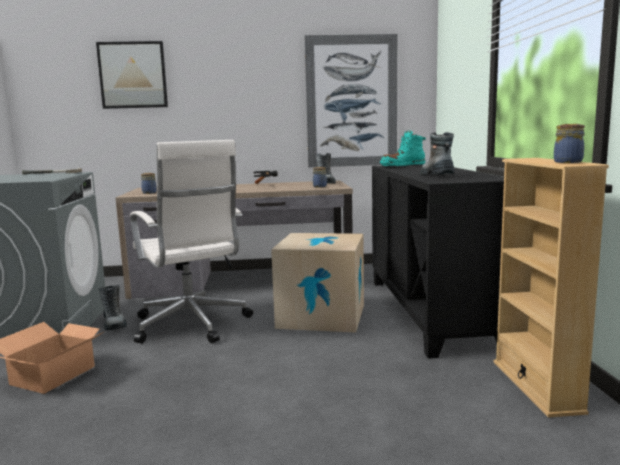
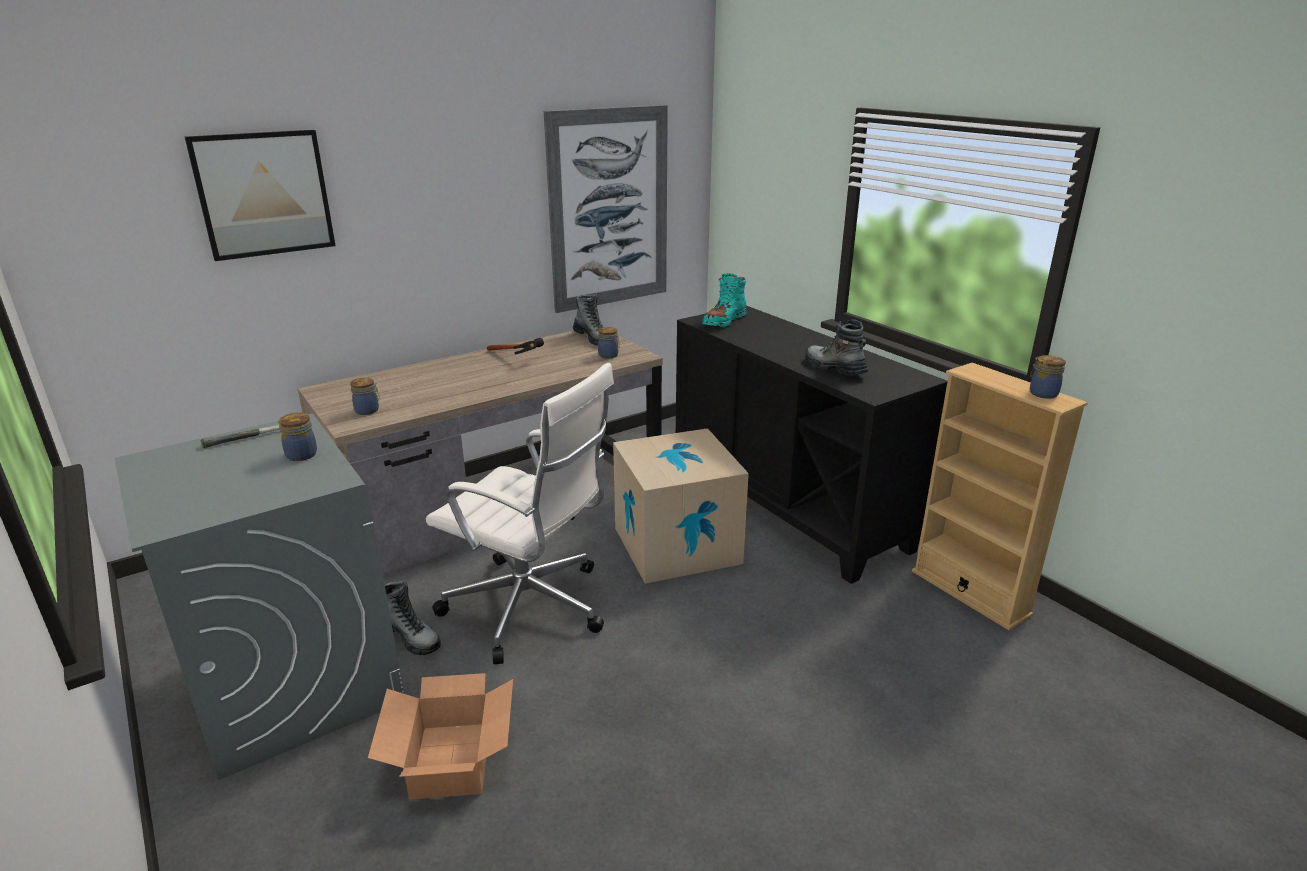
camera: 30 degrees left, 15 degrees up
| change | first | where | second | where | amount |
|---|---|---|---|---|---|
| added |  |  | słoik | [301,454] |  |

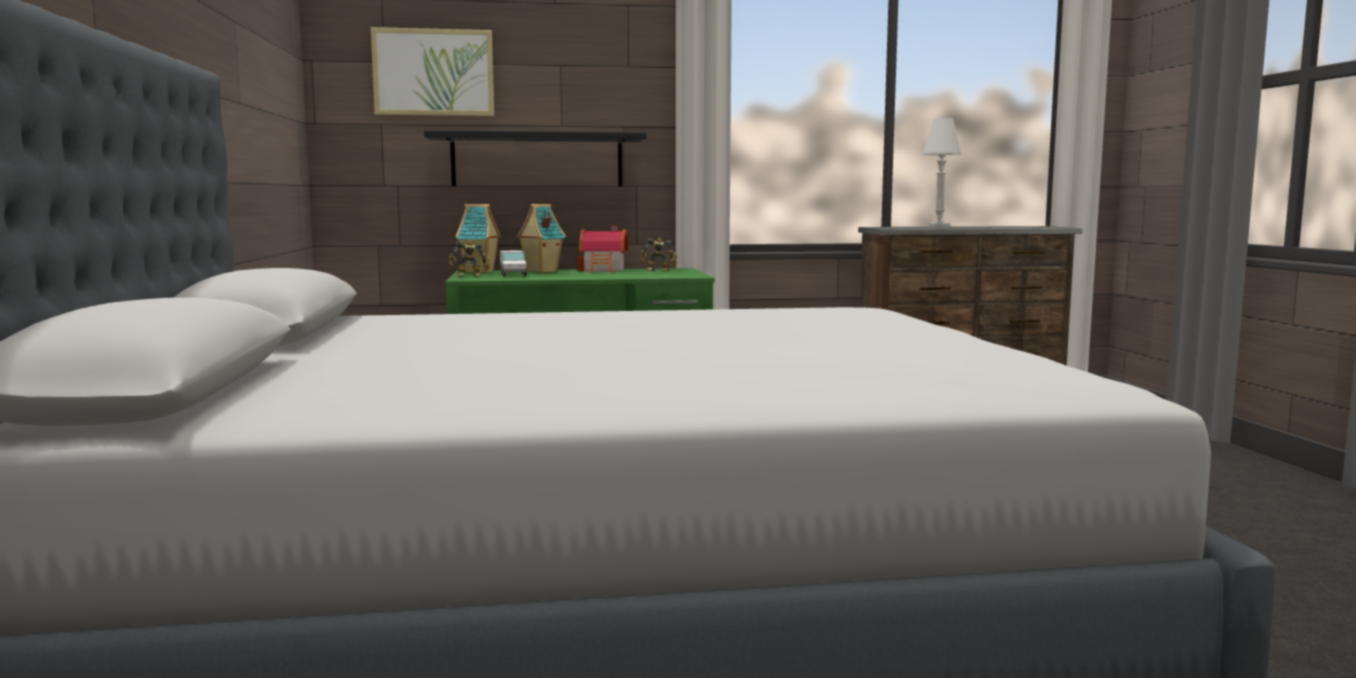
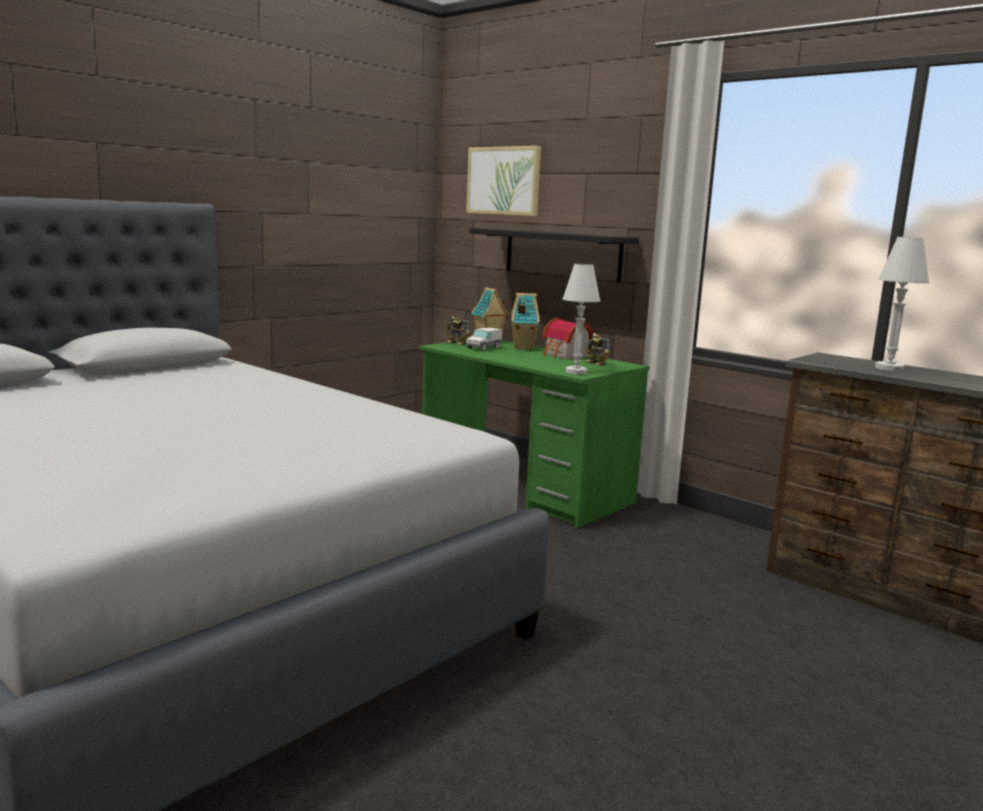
camera: 50 degrees right, 5 degrees up
| change | first | where | second | where | amount |
|---|---|---|---|---|---|
| added |  |  | lampa stołowa/biały | [576,372] |  |

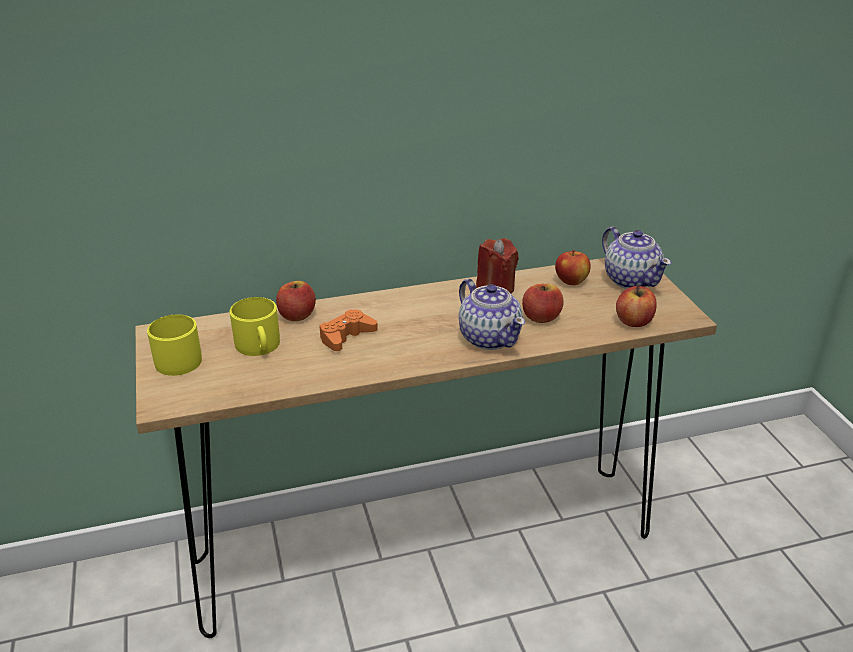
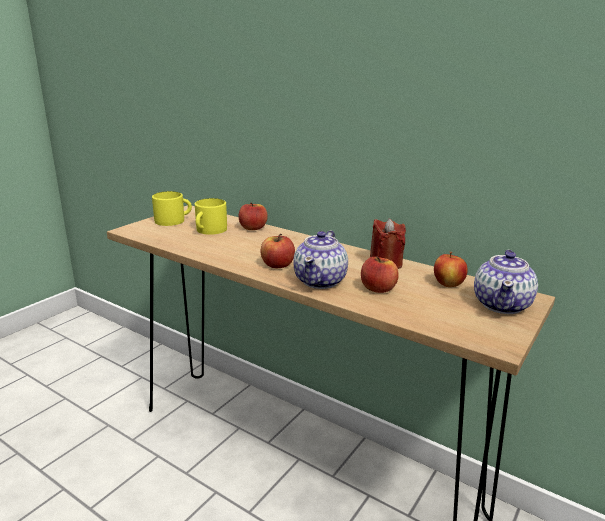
camera: 50 degrees right, 10 degrees down
| change | first | where | second | where | amount |
|---|---|---|---|---|---|
| moved | jabłko | [634,321] |  | [277,265] |  |
| removed | pad do gier/pomarańczowy | [346,336] |  |  |  |

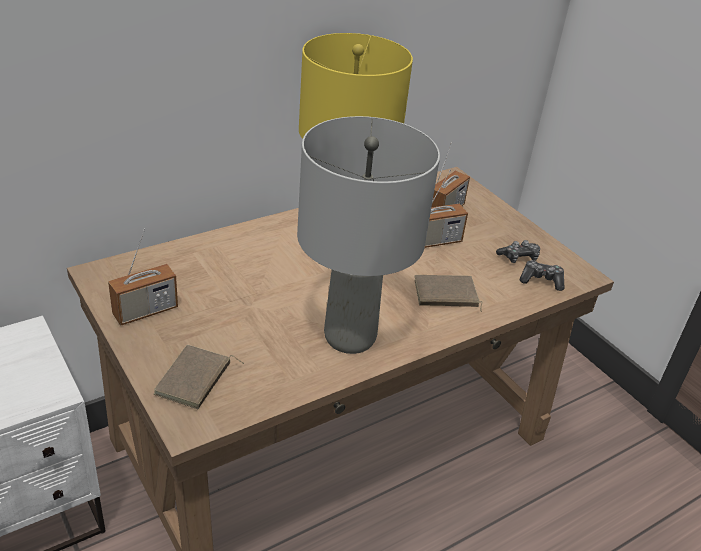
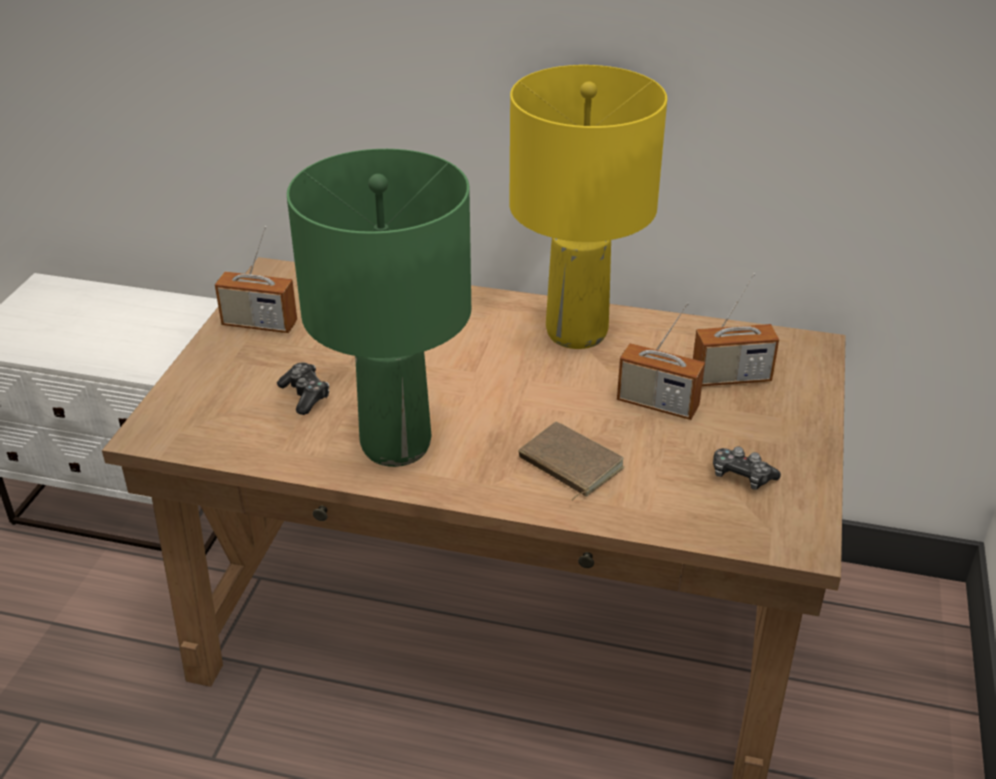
camera: 50 degrees right, 0 degrees up
| change | first | where | second | where | amount |
|---|---|---|---|---|---|
| recoloured | lampa stołowa/szary | [350,338] | lampa stołowa/zielony | [395,446] |  |
| moved | pad do gier | [541,280] |  | [305,395] |  |
| removed | książka/brązowy | [195,380] |  |  |  |

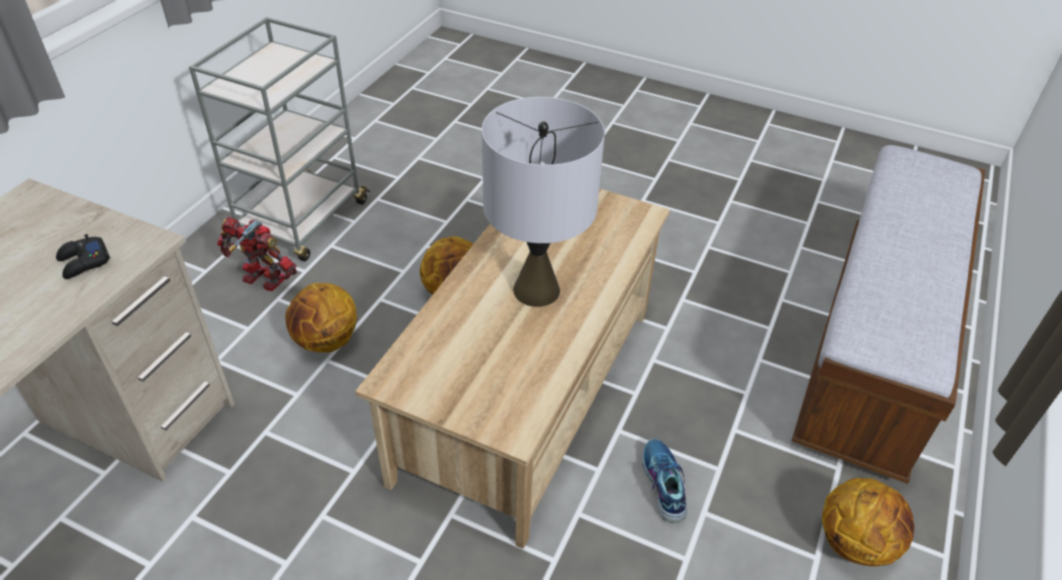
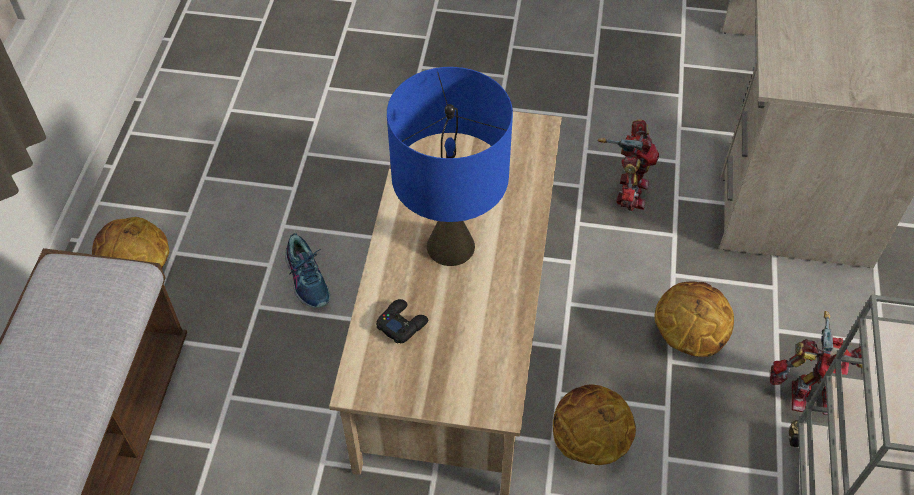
camera: 165 degrees right, 10 degrees up
| change | first | where | second | where | amount |
|---|---|---|---|---|---|
| recoloured | lampa stołowa/szary | [537,290] | lampa stołowa/niebieski | [450,246] |  |
| moved | pad do gier/czarny | [84,262] |  | [402,324] |  |
| added |  |  | robot zabawkowy | [628,192] |  |

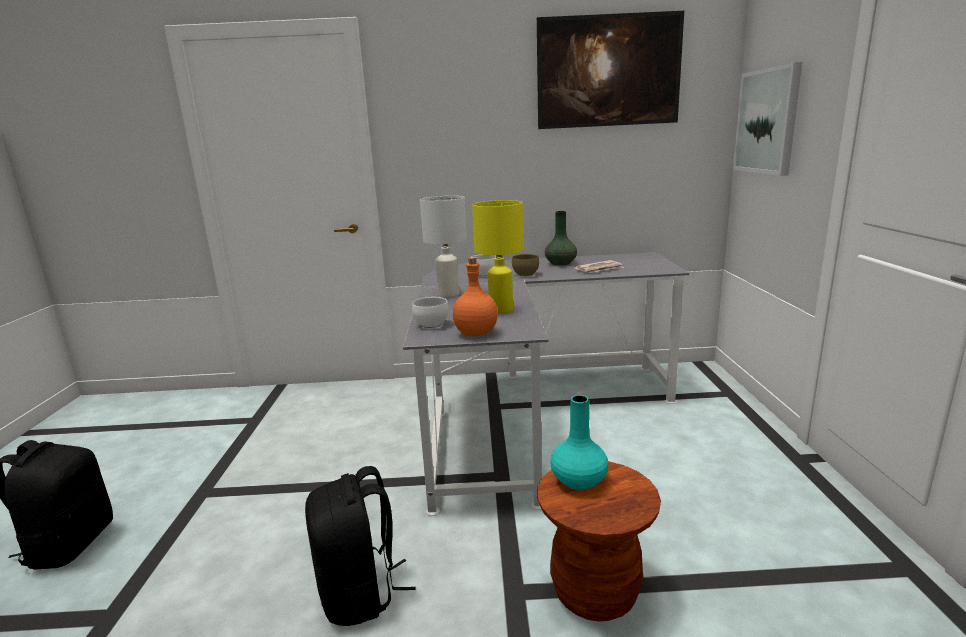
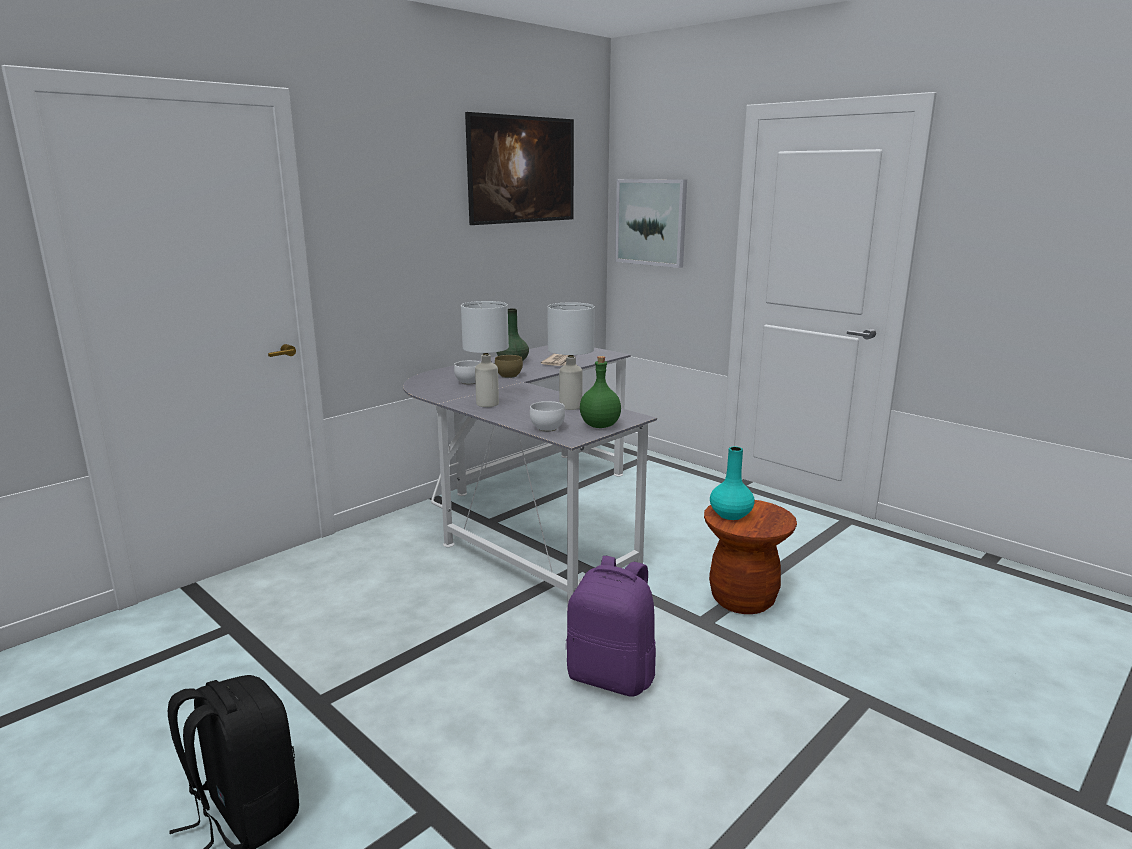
camera: 45 degrees left, 0 degrees up
| change | first | where | second | where | amount |
|---|---|---|---|---|---|
| recoloured | lampa stołowa/żółty | [500,310] | lampa stołowa/biały | [570,406] |  |
| recoloured | butelka/pomarańczowy | [475,333] | butelka/zielony | [600,426] |  |
| recoloured | plecak/czarny | [360,593] | plecak/fioletowy | [612,676] |  |

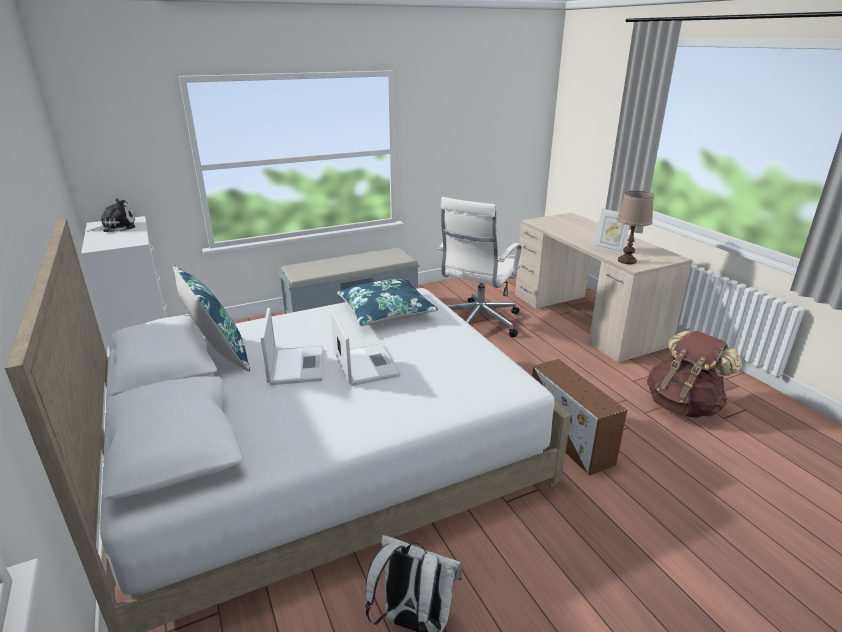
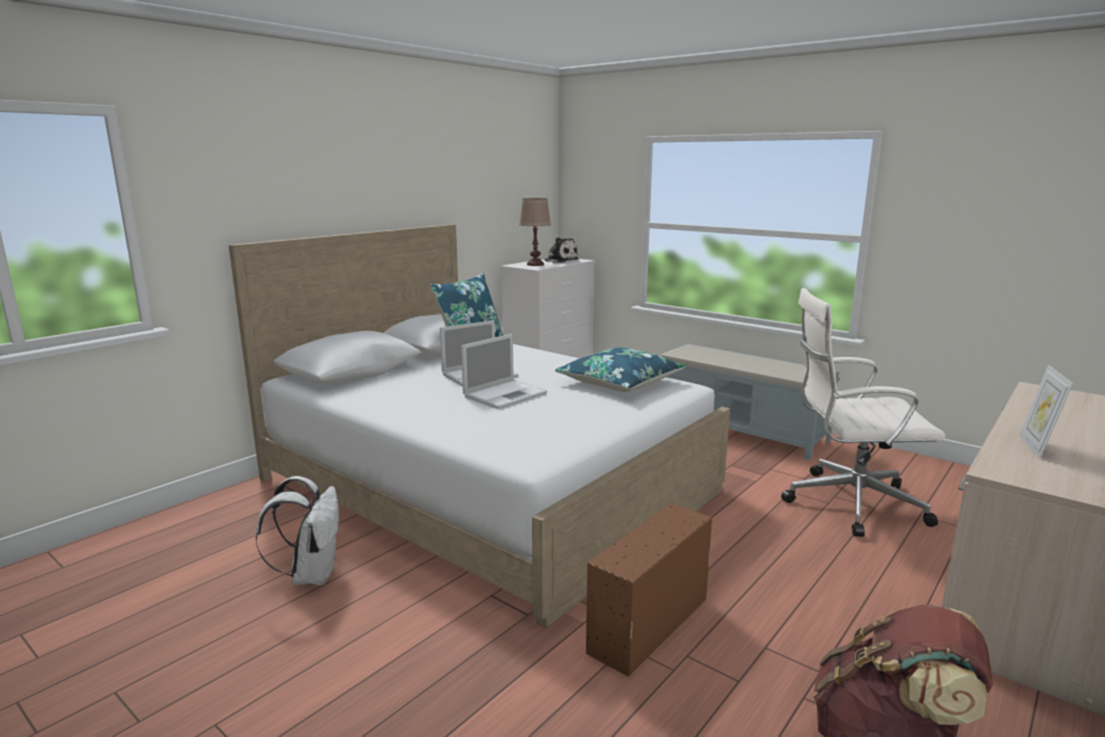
camera: 65 degrees right, 10 degrees down
| change | first | where | second | where | amount |
|---|---|---|---|---|---|
| moved | lampa stołowa/brązowy | [626,261] |  | [535,264] |  |

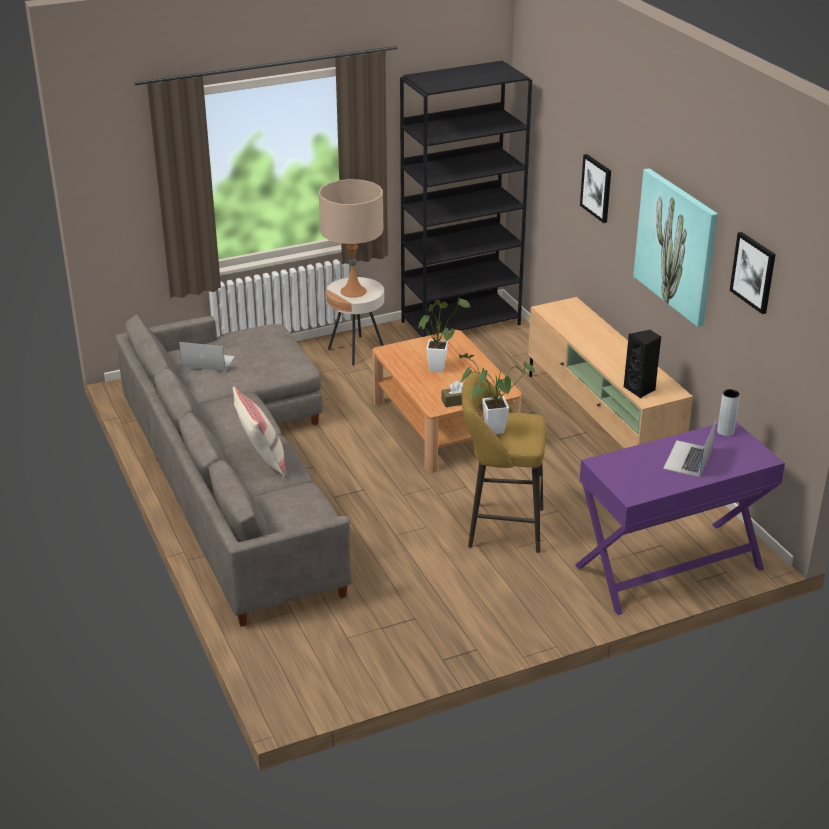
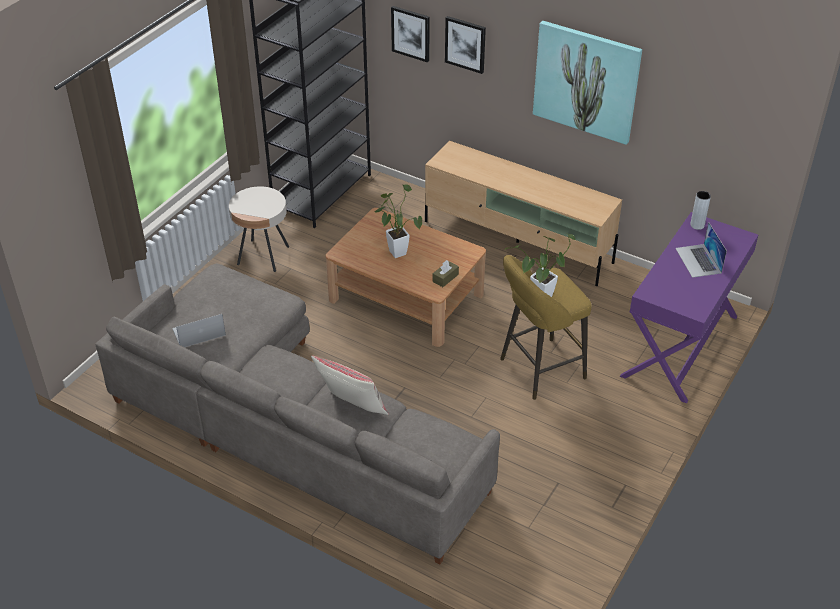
camera: 35 degrees left, 10 degrees up
| change | first | where | second | where | amount |
|---|---|---|---|---|---|
| removed | lampa stołowa/beżowy | [353,291] |  |  |  |
| moved | obraz | [753,272] |  | [411,33] |  |
| removed | głośnik/czarny | [640,390] |  |  |  |

